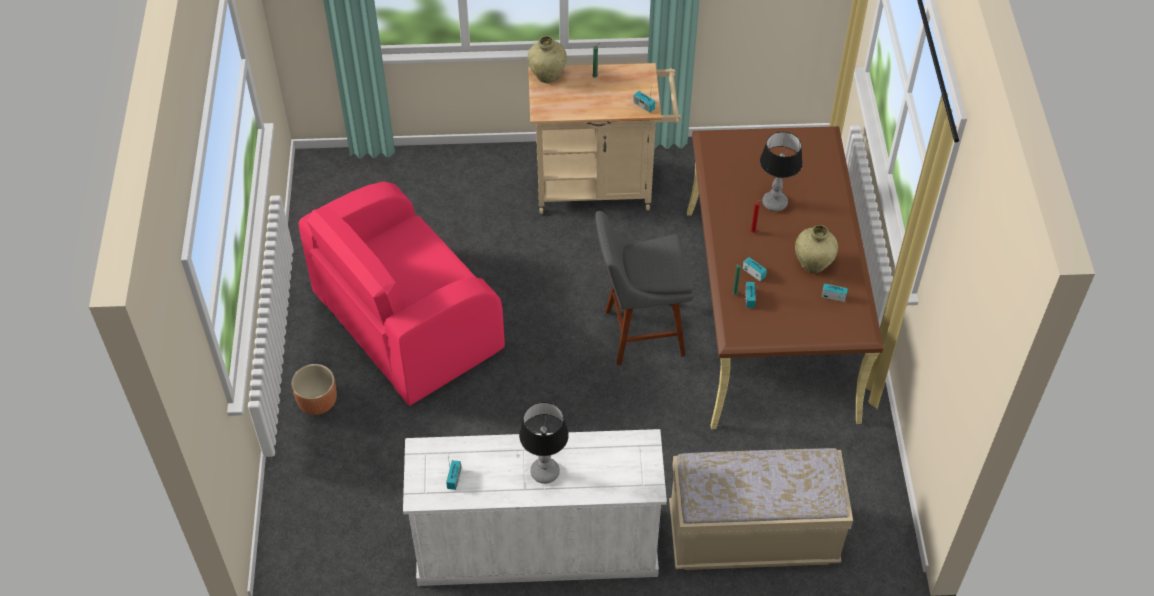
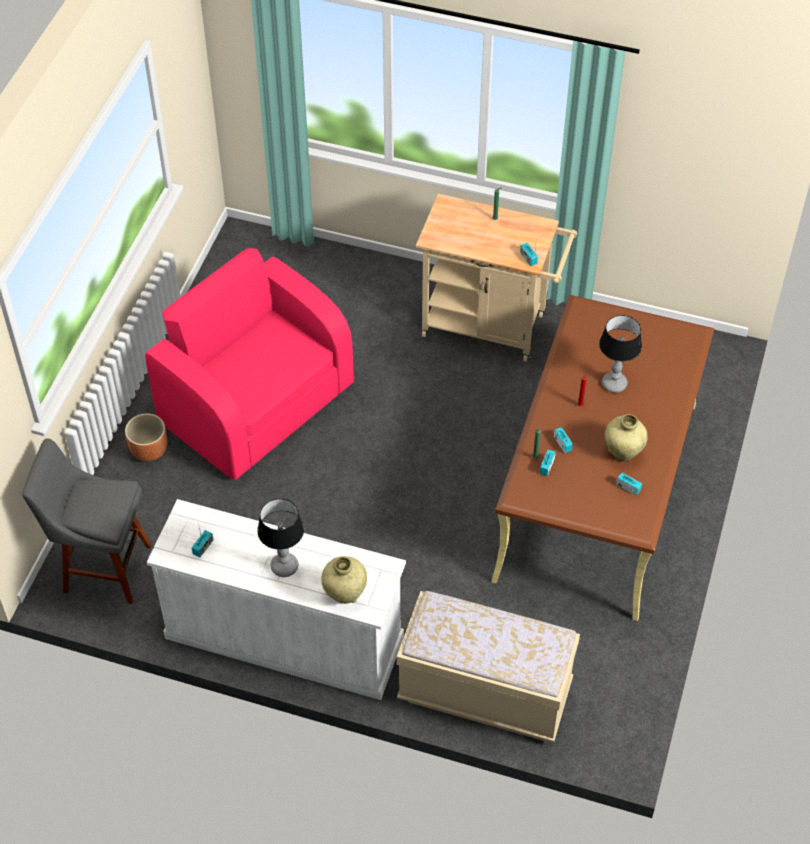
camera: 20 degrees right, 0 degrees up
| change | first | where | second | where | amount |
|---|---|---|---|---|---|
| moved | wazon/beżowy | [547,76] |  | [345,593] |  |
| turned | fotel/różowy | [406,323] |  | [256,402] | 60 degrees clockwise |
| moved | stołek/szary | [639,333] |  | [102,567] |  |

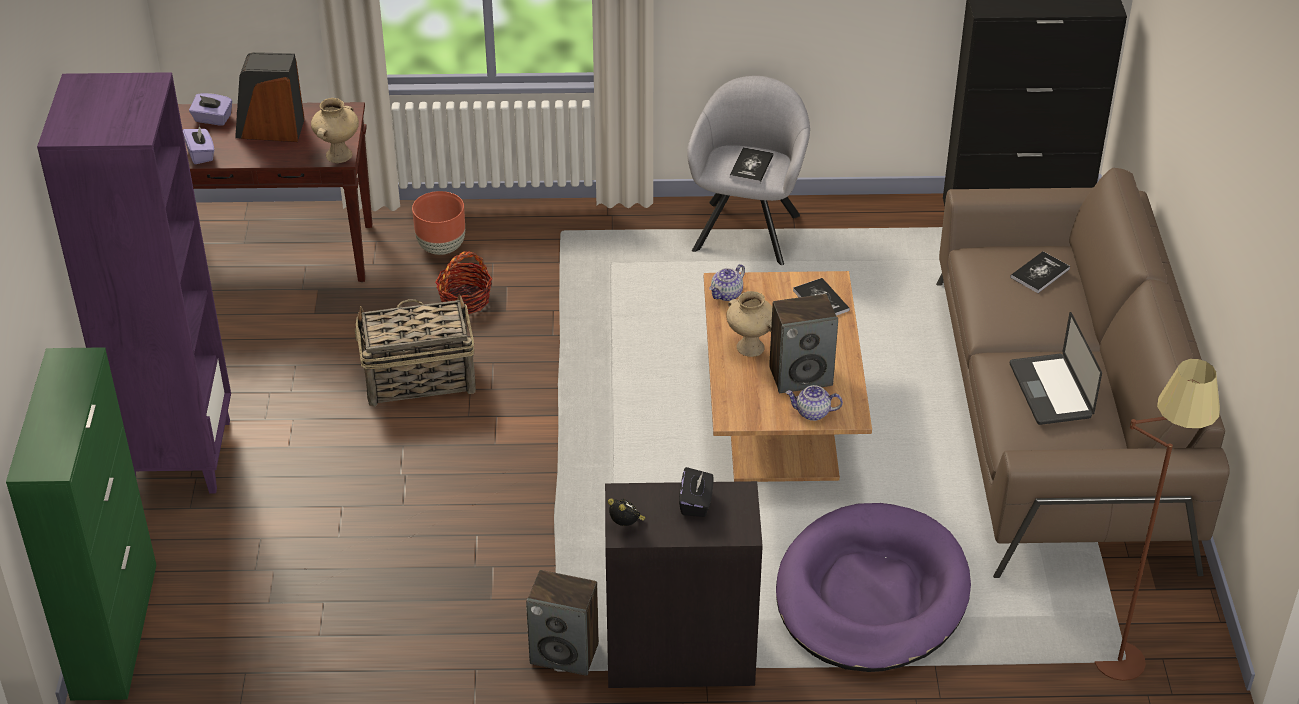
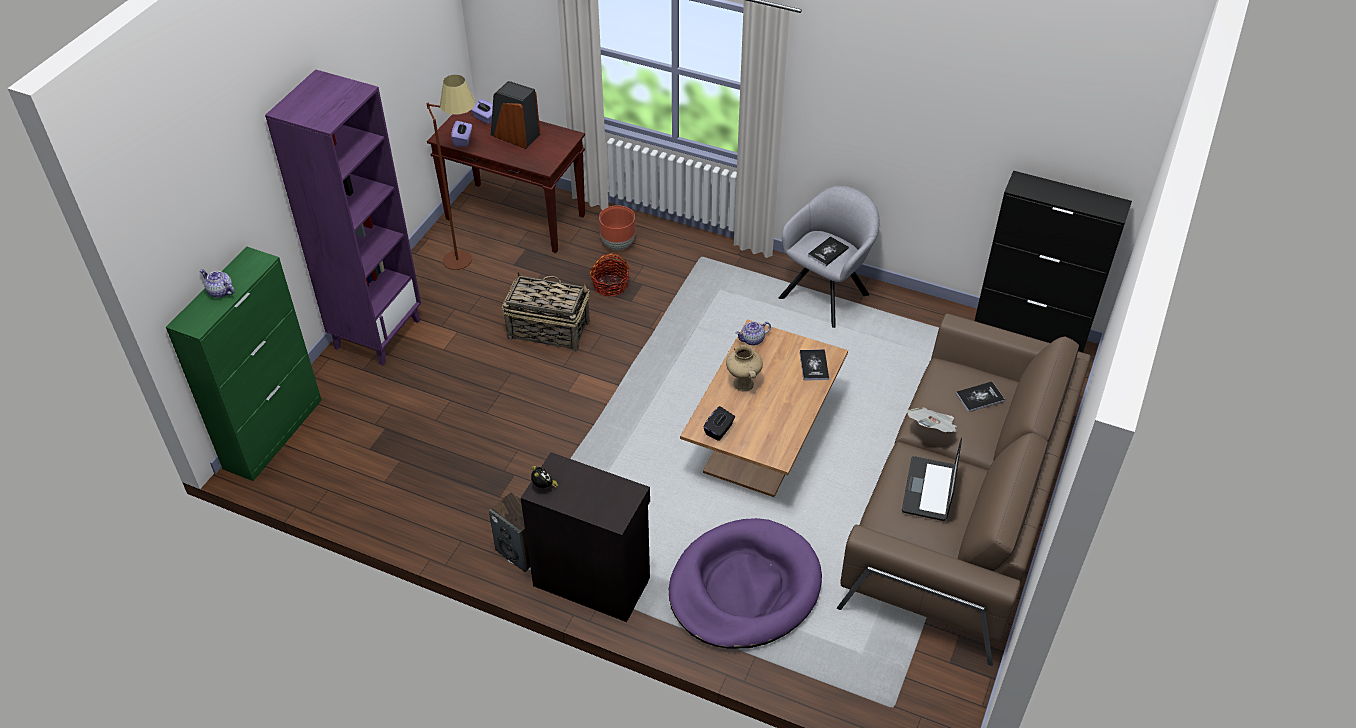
camera: 25 degrees right, 5 degrees up
| change | first | where | second | where | amount |
|---|---|---|---|---|---|
| removed | wazon/beżowy | [338,154] |  |  |  |
| removed | głośnik | [801,376] |  |  |  |
| moved | lampa stojąca/brązowy | [1126,644] |  | [468,254] |  |
| moved | imbryk | [812,413] |  | [220,292] |  |
| moved | pudełko chusteczek/czarny | [696,503] |  | [719,430] |  |
| added |  |  | gazeta | [932,428] |  |

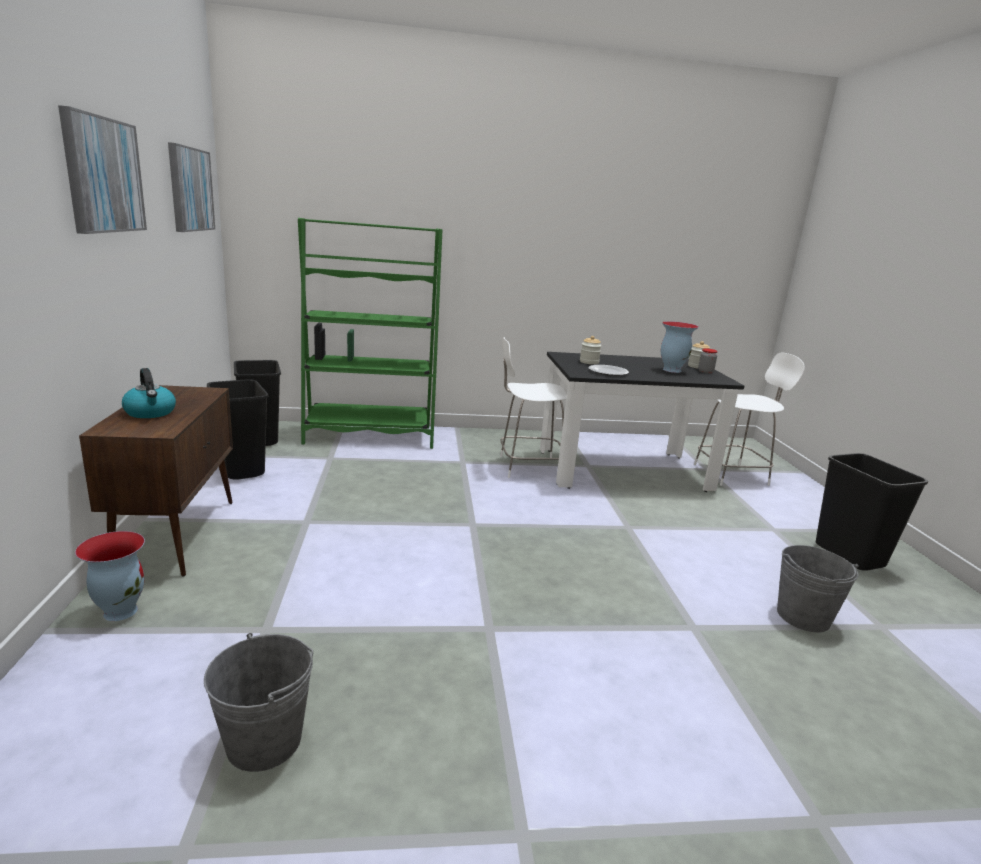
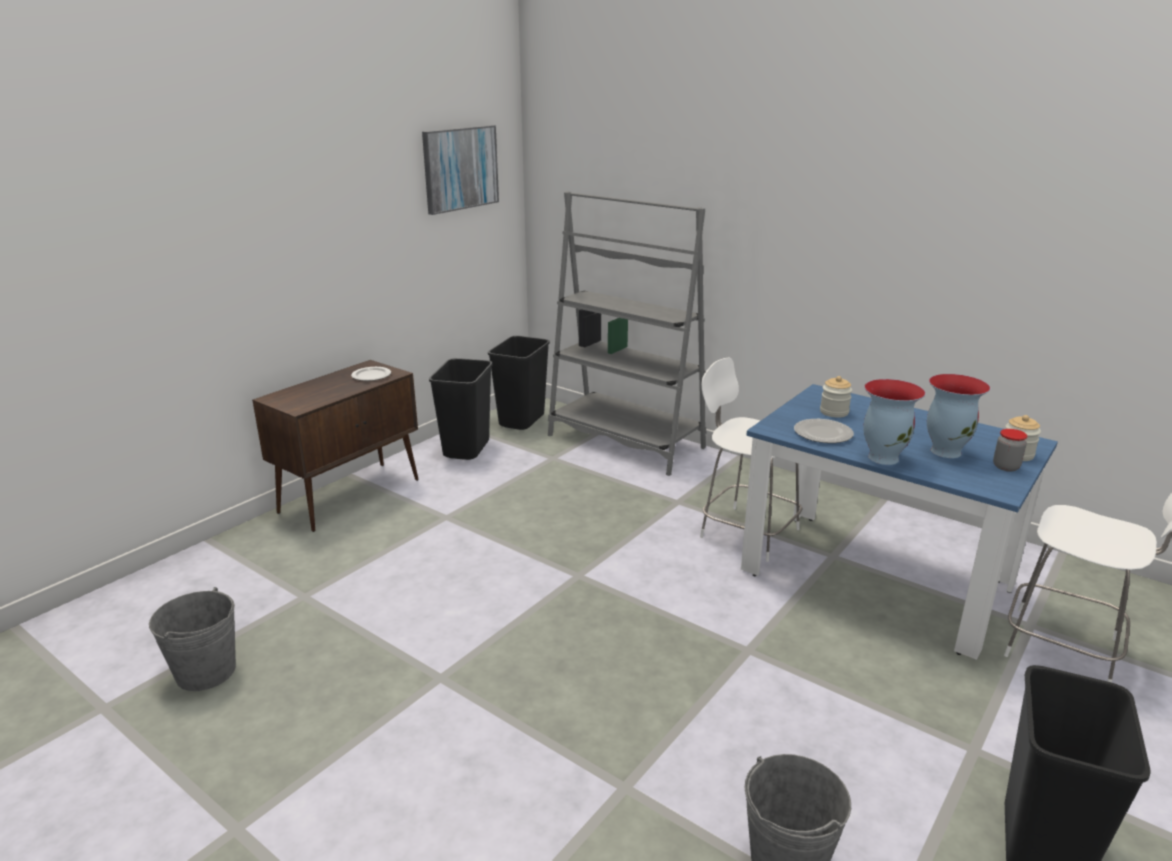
camera: 45 degrees right, 5 degrees up
| change | first | where | second | where | amount |
|---|---|---|---|---|---|
| removed | obraz | [103,175] |  |  |  |
| recoloured | regał/zielony | [369,435] | regał/szary | [625,442] |  |
| recoloured | stół jadalny/czarny | [622,470] | stół jadalny/niebieski | [875,578] |  |
| removed | czajnik | [151,413] |  |  |  |
| moved | wazon | [120,611] |  | [883,457] |  |
| added |  |  | talerz | [371,375] |  |

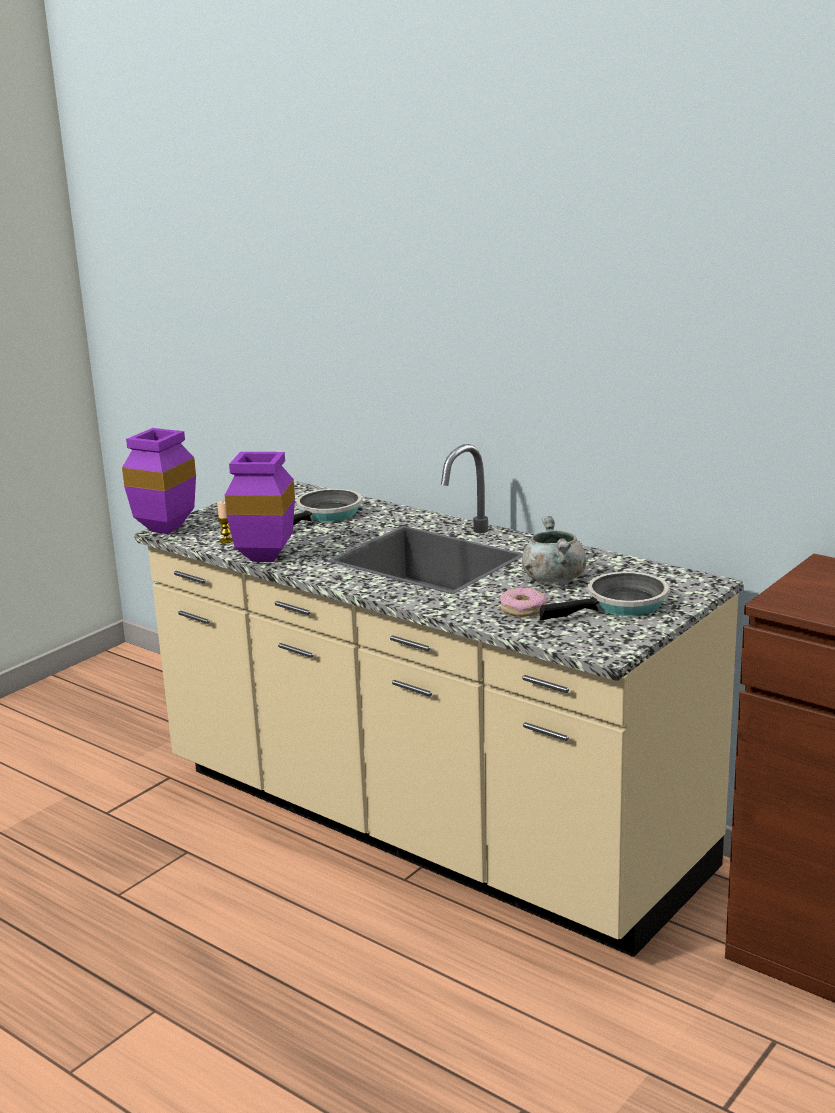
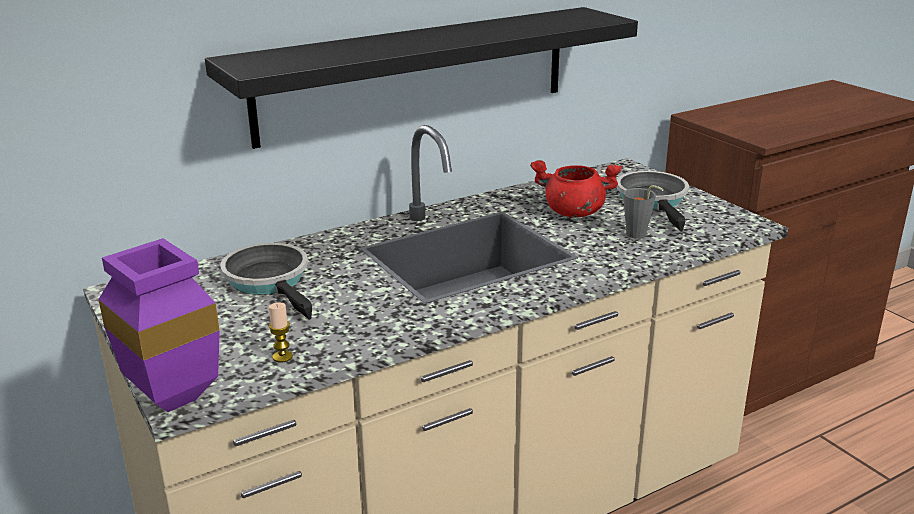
camera: 70 degrees left, 5 degrees up
| change | first | where | second | where | amount |
|---|---|---|---|---|---|
| removed | wazon/fioletowy | [261,559] |  |  |  |
| recoloured | garnek/szary | [552,578] | garnek/czerwony | [573,212] |  |
| replaced | donut | [523,609] | filiżanka/szary | [639,236] |  |
| added |  |  | półka/czarny | [416,74] |  |

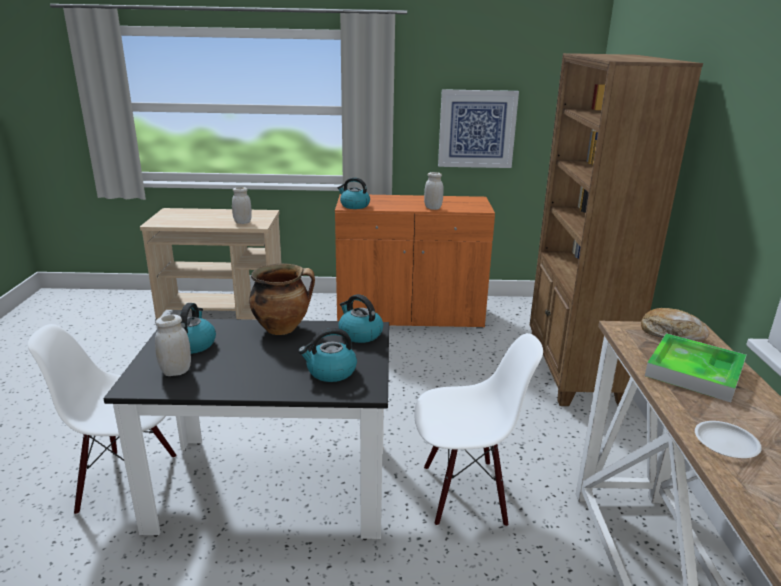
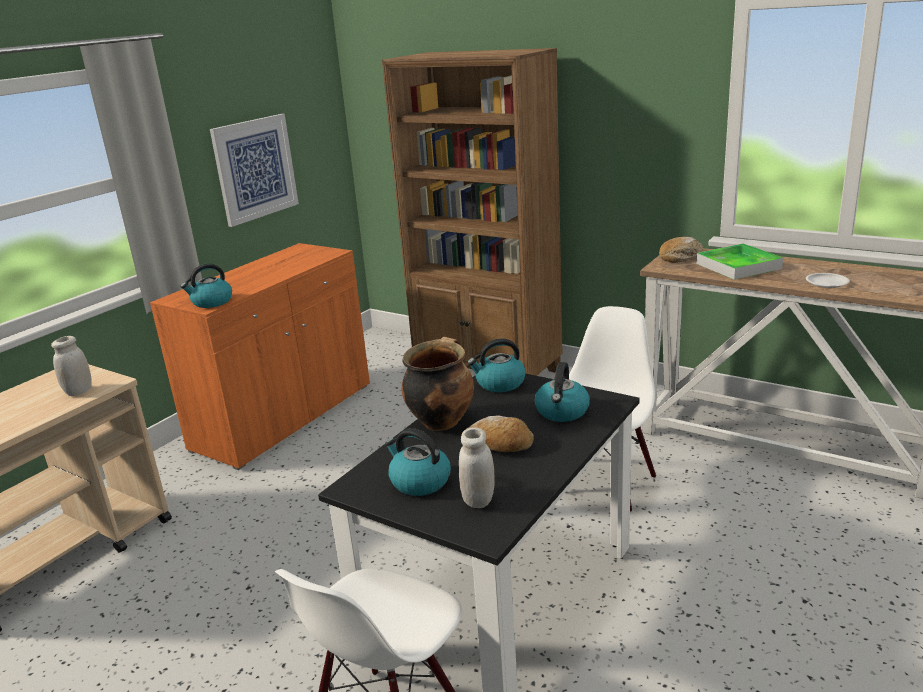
camera: 55 degrees left, 0 degrees up
| change | first | where | second | where | amount |
|---|---|---|---|---|---|
| removed | słoik/biały | [433,208] |  |  |  |
| added |  |  | chleb | [500,444] |  |

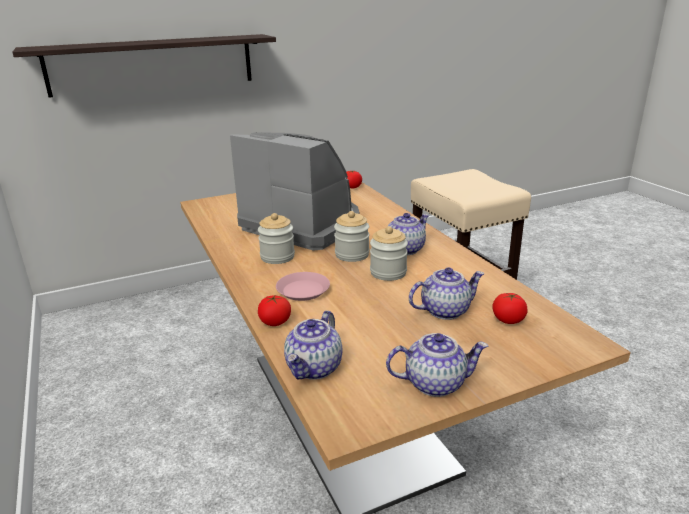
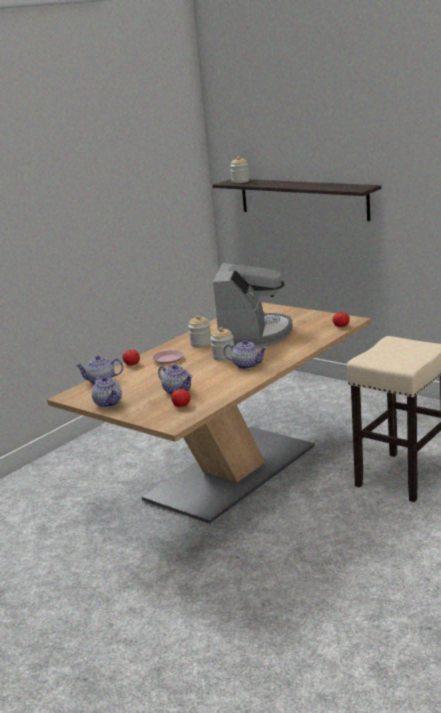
camera: 65 degrees right, 5 degrees down
| change | first | where | second | where | amount |
|---|---|---|---|---|---|
| moved | słoik | [388,272] |  | [240,181] |  |

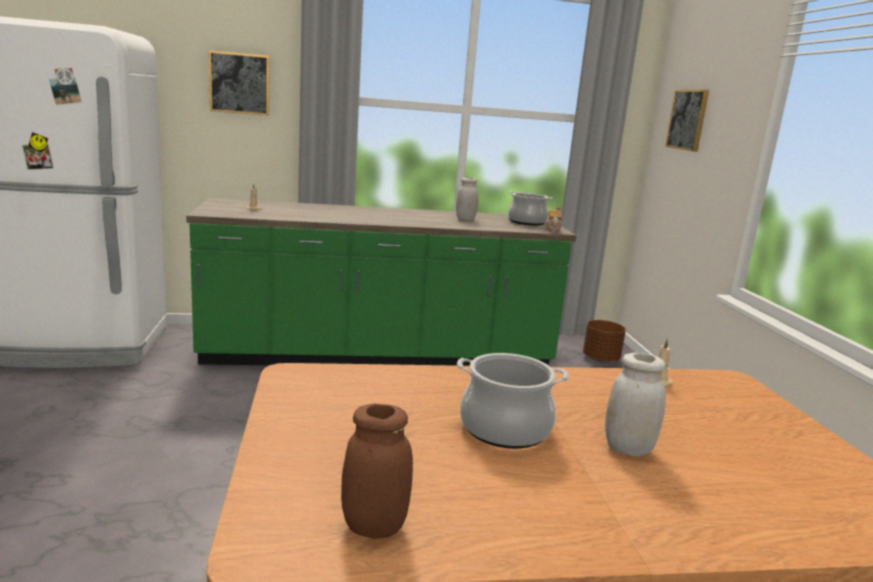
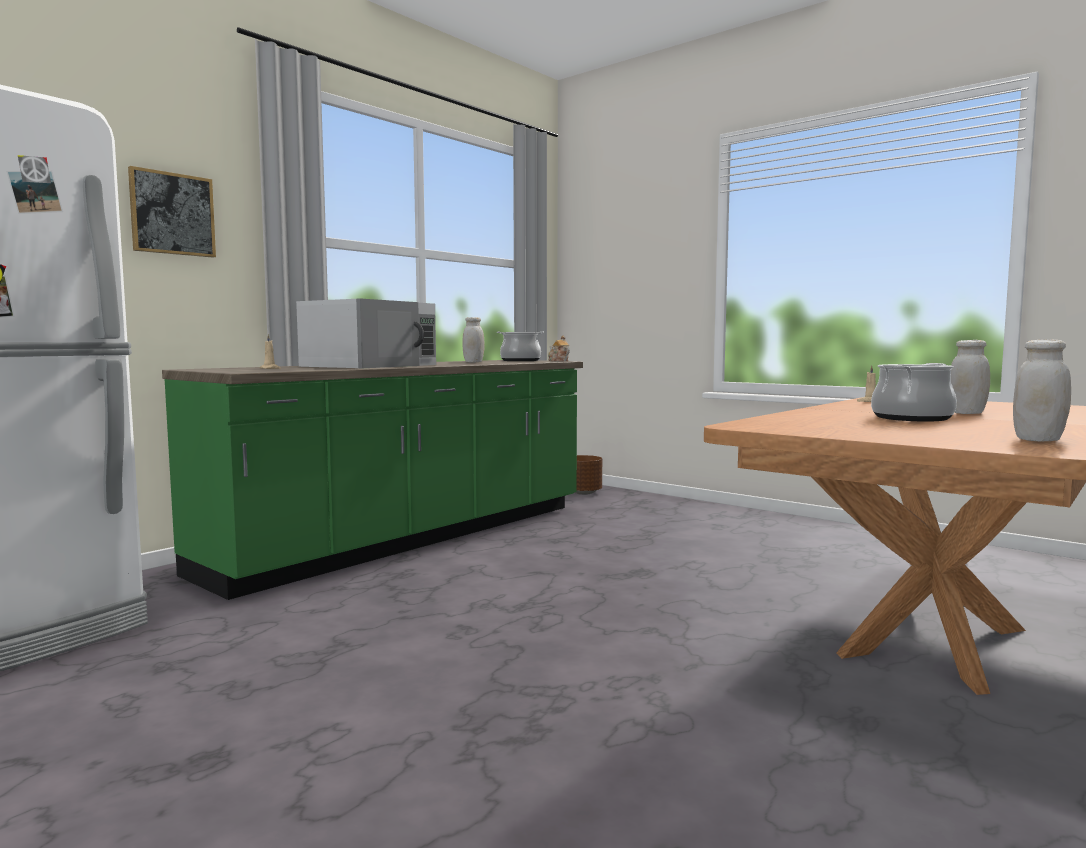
camera: 40 degrees left, 10 degrees down
| change | first | where | second | where | amount |
|---|---|---|---|---|---|
| removed | obraz | [688,120] |  |  |  |
| recoloured | słoik/brązowy | [374,526] | słoik/biały | [1038,440] |  |
| added |  |  | mikrofalówka/biały | [371,365] |  |

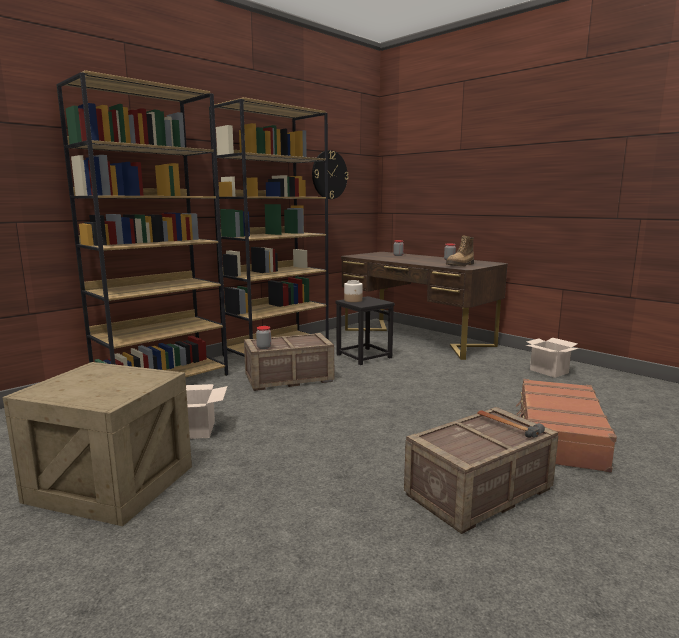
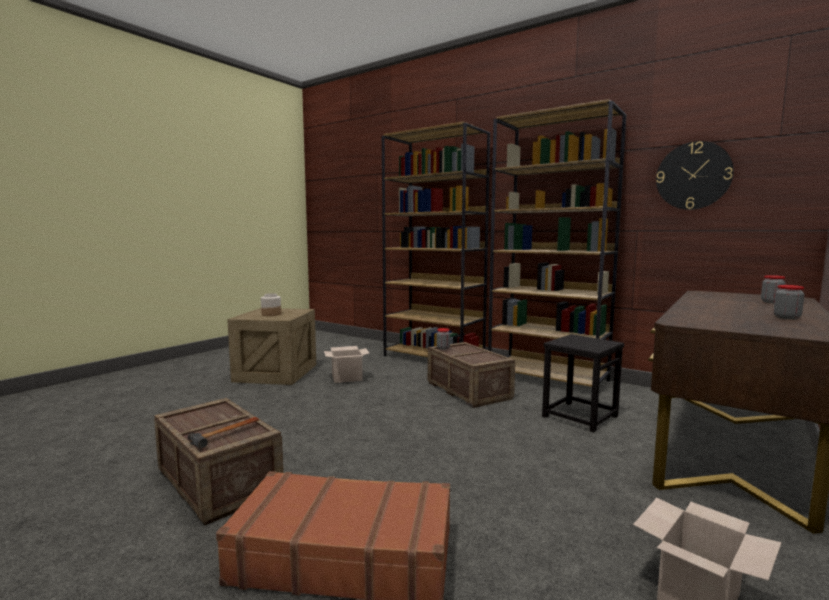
camera: 80 degrees right, 5 degrees down
| change | first | where | second | where | amount |
|---|---|---|---|---|---|
| removed | but z cholewką | [460,265] |  |  |  |
| moved | słoik | [353,300] |  | [271,314] |  |

